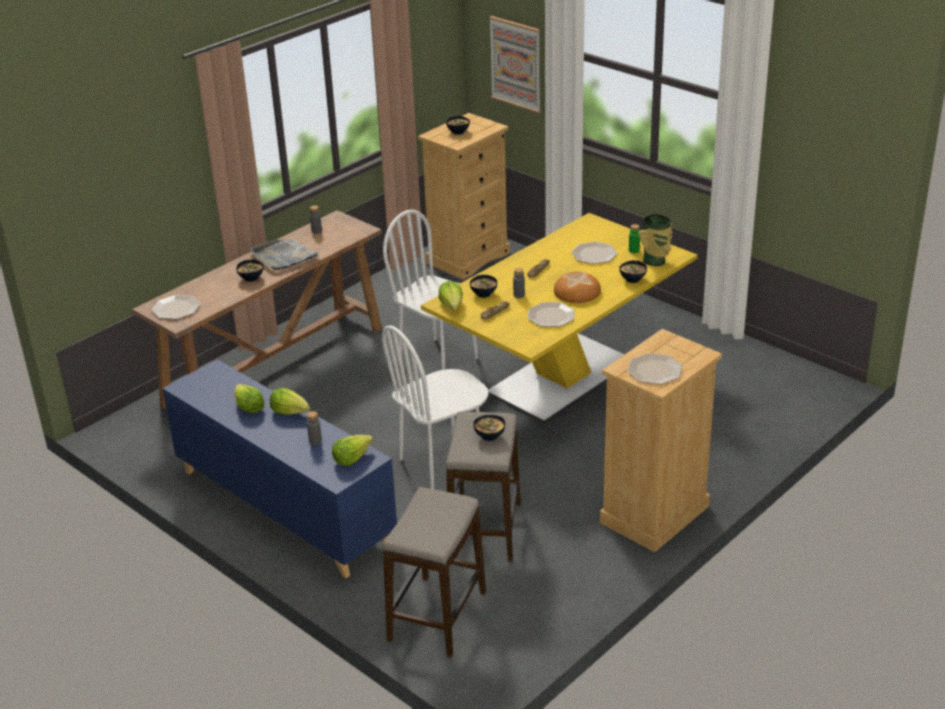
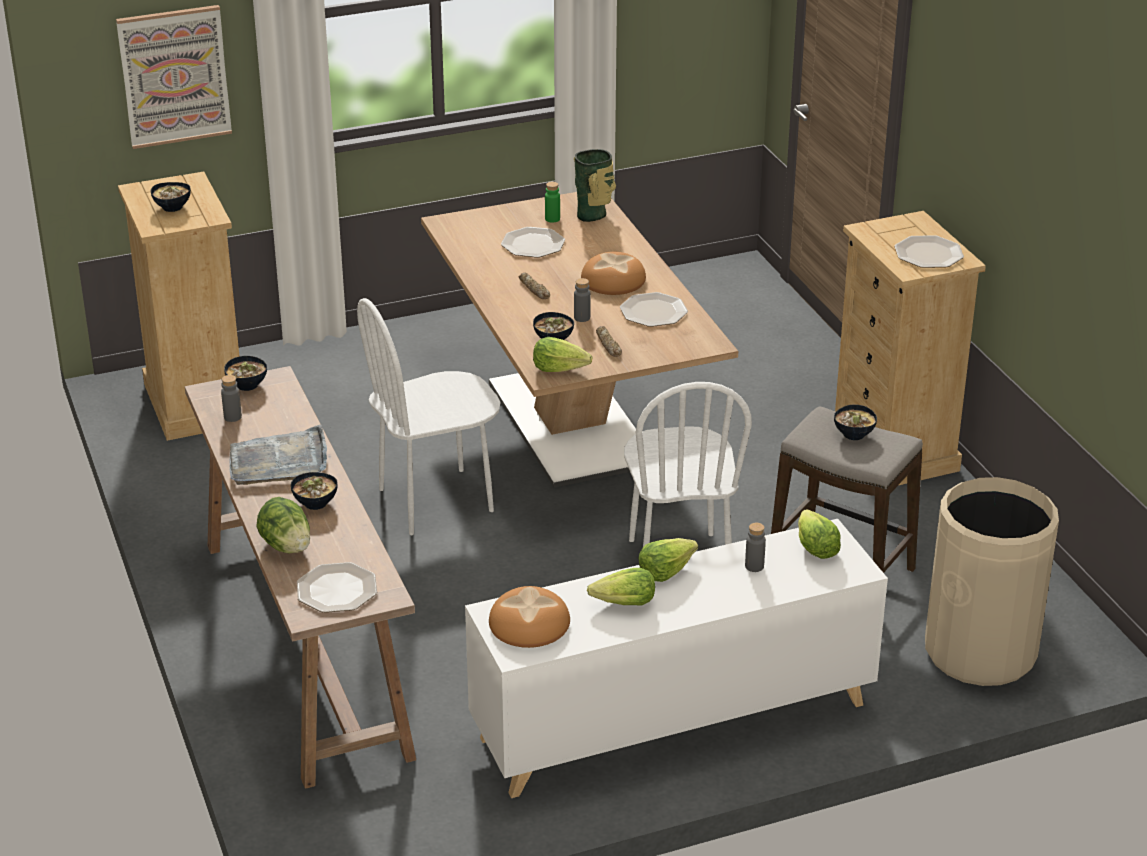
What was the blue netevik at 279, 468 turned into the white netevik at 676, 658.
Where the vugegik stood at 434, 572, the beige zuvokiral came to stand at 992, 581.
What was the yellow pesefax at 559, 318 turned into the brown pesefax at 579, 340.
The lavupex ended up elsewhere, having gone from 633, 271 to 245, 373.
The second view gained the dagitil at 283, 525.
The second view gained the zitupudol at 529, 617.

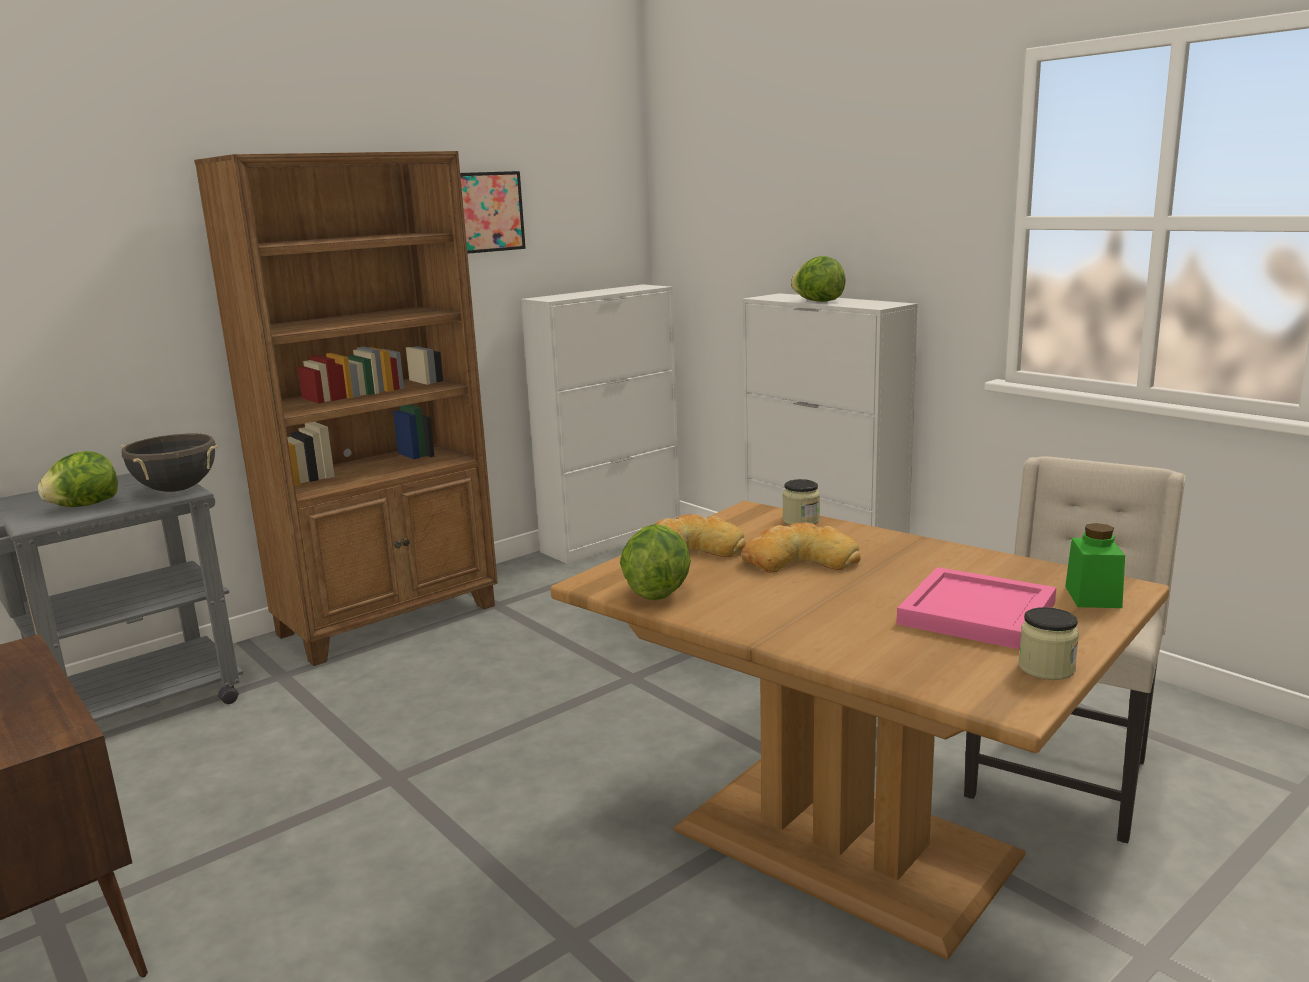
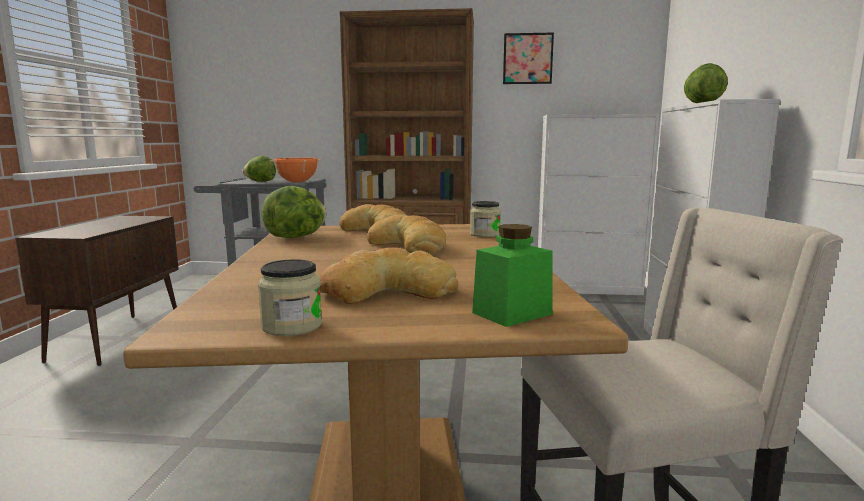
What was the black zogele at 169, 462 turned into the orange zogele at 295, 170.
Where the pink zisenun stood at 976, 608, the zitupudol came to stand at 388, 275.

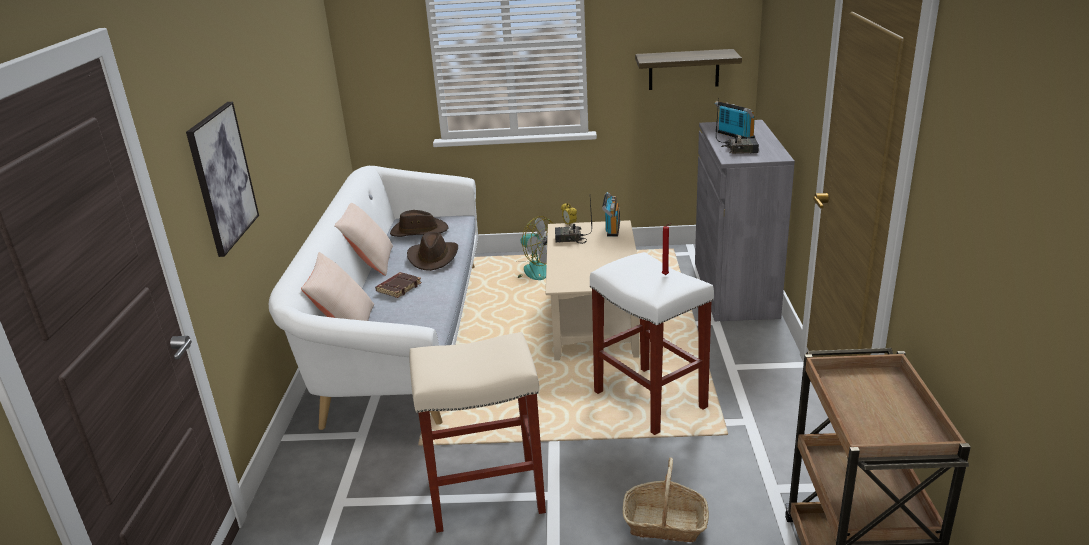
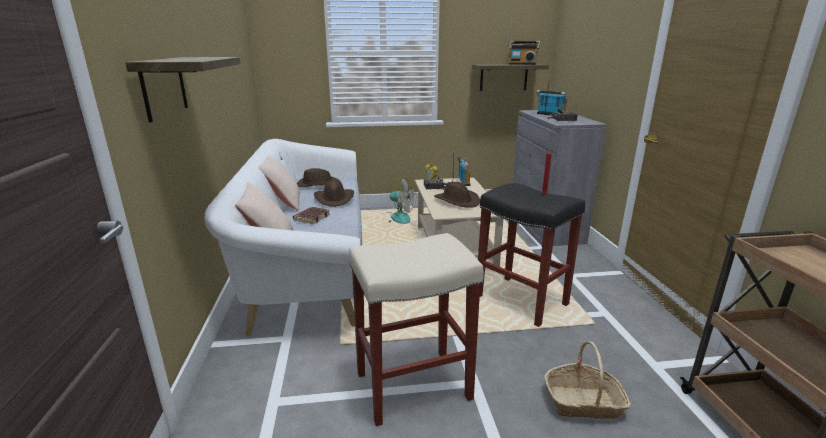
Where the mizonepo hung at 222, 179, the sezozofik came to hang at 182, 89.
What was the white vugegik at 652, 343 turned into the black vugegik at 531, 255.
The second view gained the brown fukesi at 457, 195.
The second view gained the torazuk at 524, 53.

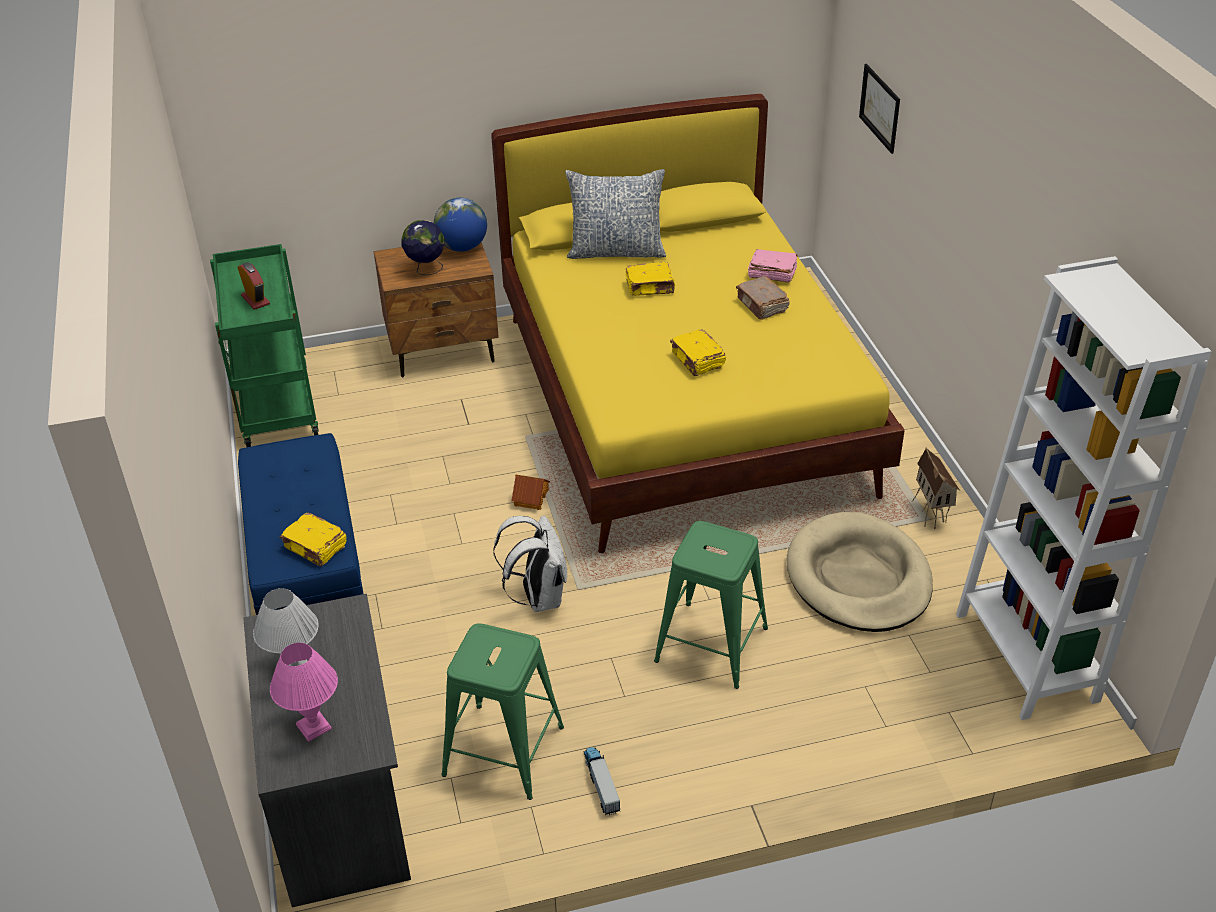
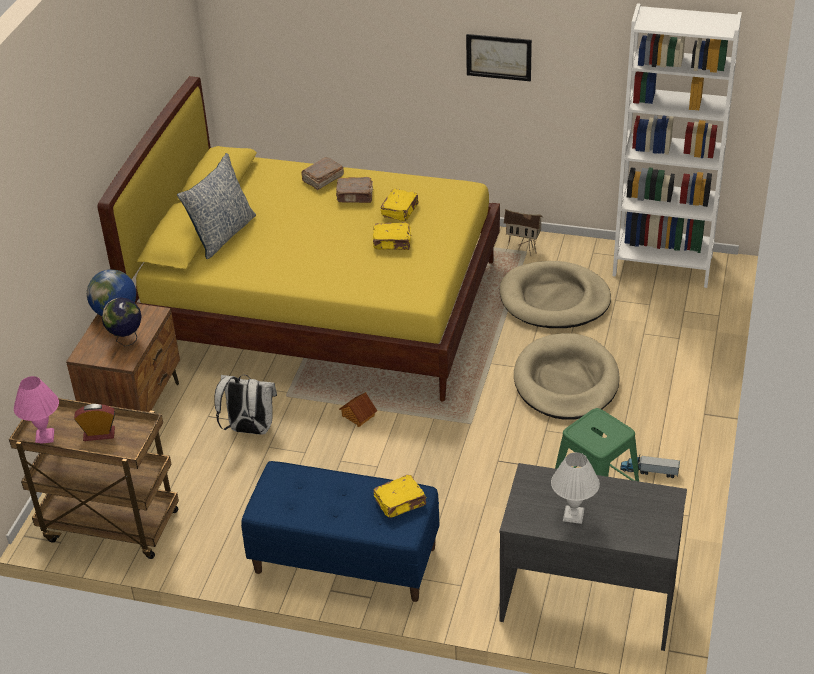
What was the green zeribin at 264, 345 turned into the brown zeribin at 94, 478.
The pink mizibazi ended up elsewhere, having gone from 304, 692 to 36, 410.
The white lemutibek ended up elsewhere, having gone from 530, 564 to 246, 405.
The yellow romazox ended up elsewhere, having gone from 650, 279 to 399, 205.
Where the green vugegik stood at 711, 605, the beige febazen came to stand at 567, 376.
What was the pink romazox at 773, 265 turned into the brown romazox at 322, 173.
The mizonepo ended up elsewhere, having gone from 879, 109 to 499, 57.

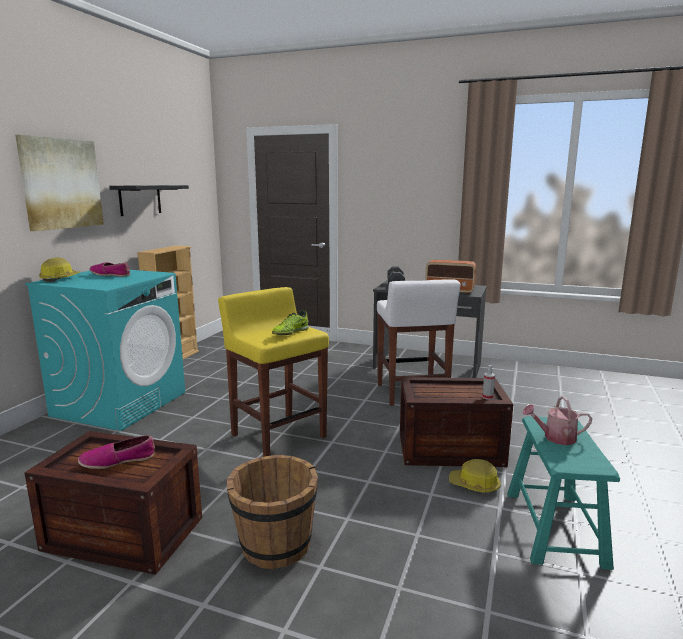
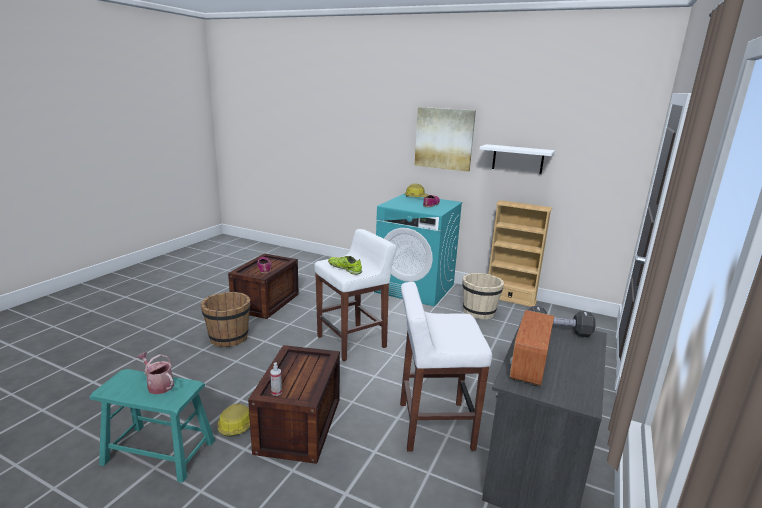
What was the black sezozofik at 149, 200 turned into the white sezozofik at 517, 159.
What was the yellow vugegik at 273, 372 turned into the white vugegik at 355, 295.
The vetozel at 557, 420 ended up facing another way, 60 degrees counterclockwise from before.
The second view gained the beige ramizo at 483, 296.

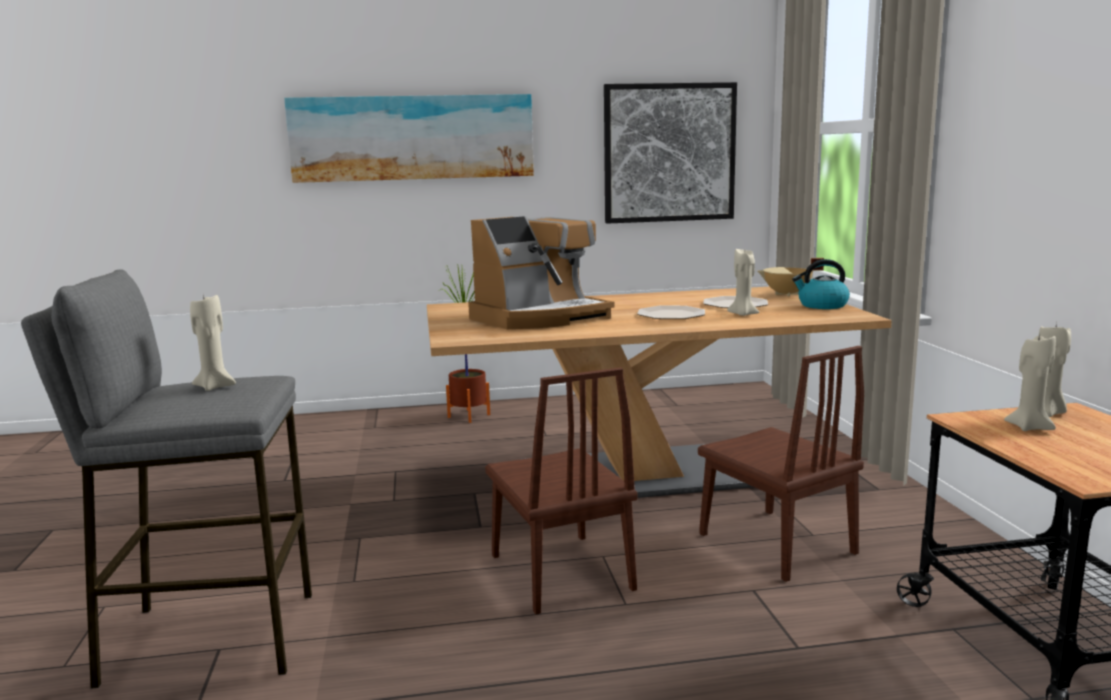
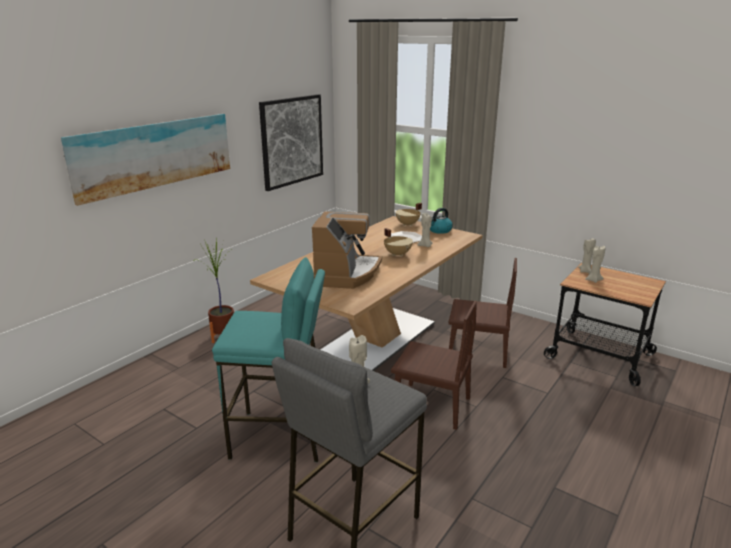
Where the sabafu stood at 671, 312, the beige zogele came to stand at 398, 242.
The second view gained the turquoise vugegik at 268, 359.

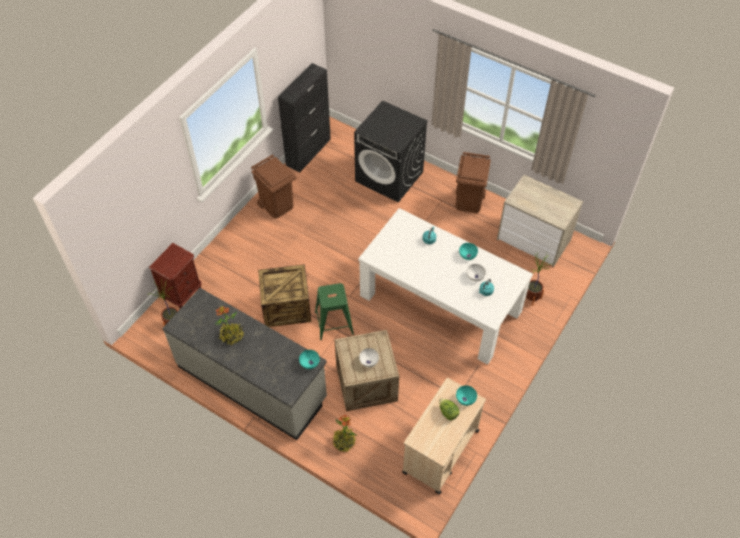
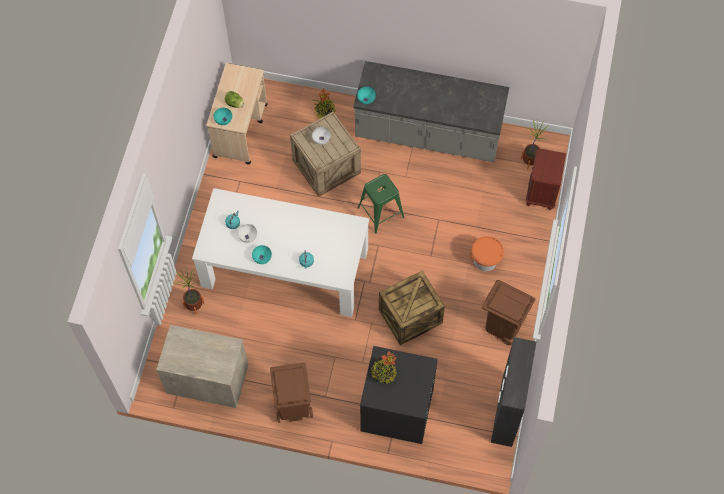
The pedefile ended up elsewhere, having gone from 229, 325 to 384, 367.
The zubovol ended up elsewhere, having gone from 284, 295 to 412, 308.
The second view gained the orange ramizo at 486, 253.

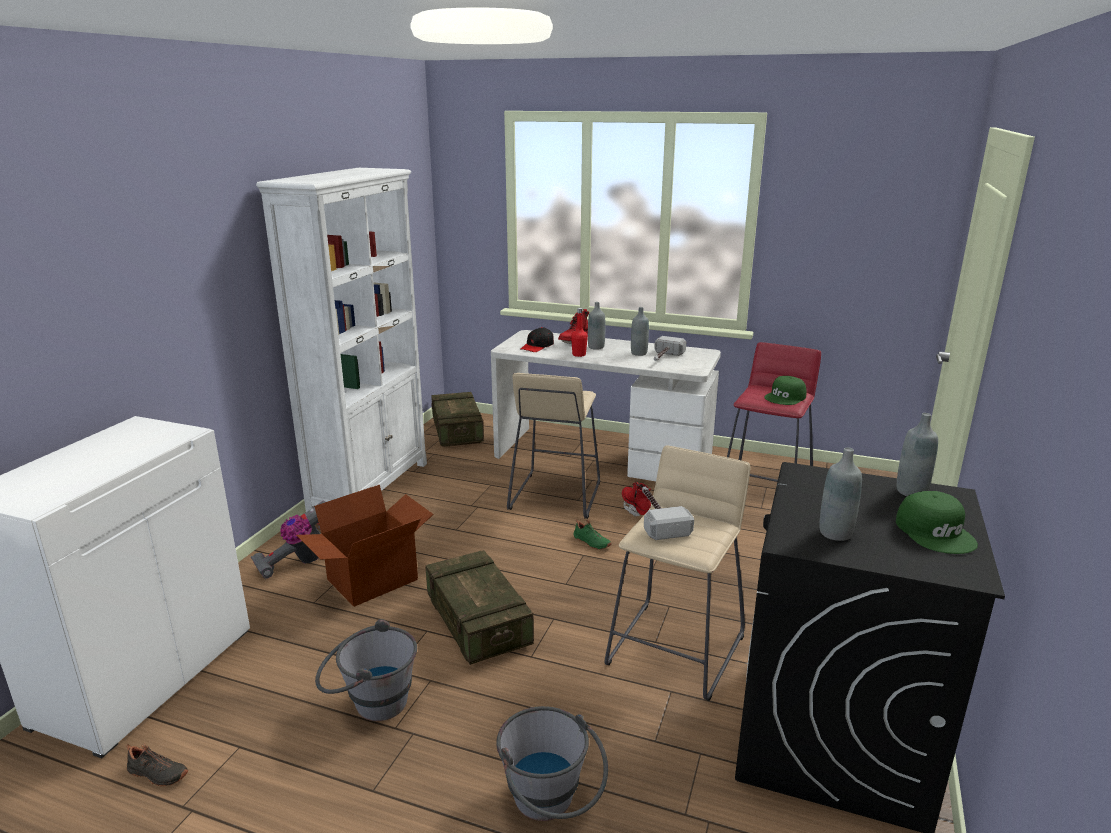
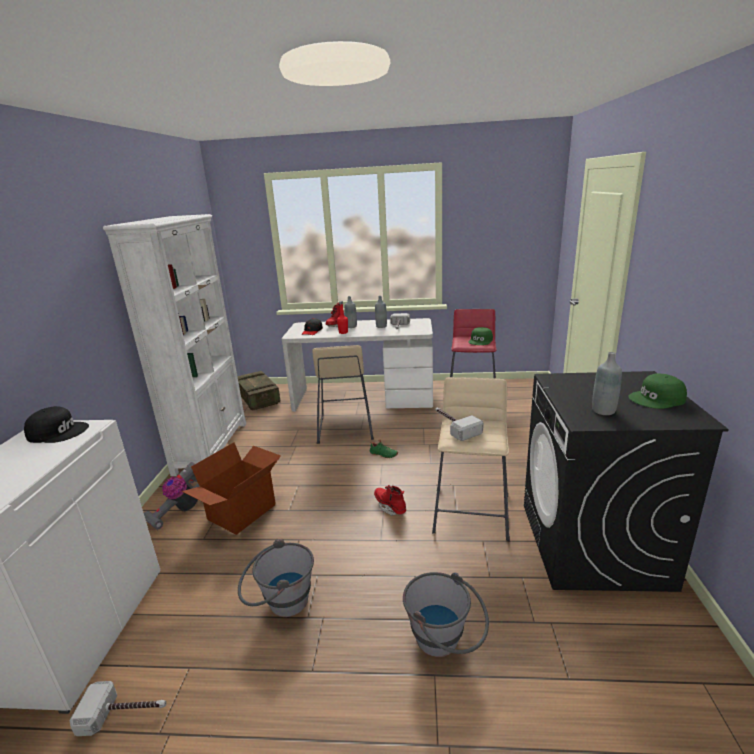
Where the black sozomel stood at 157, 765, the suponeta came to stand at 117, 708.
The second view lost the zubovol at 480, 607.
The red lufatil ended up elsewhere, having gone from 636, 499 to 390, 500.
The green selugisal at 937, 522 ended up facing another way, 105 degrees clockwise from before.
The second view lost the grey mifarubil at 917, 454.
The second view gained the black selugisal at 56, 424.

